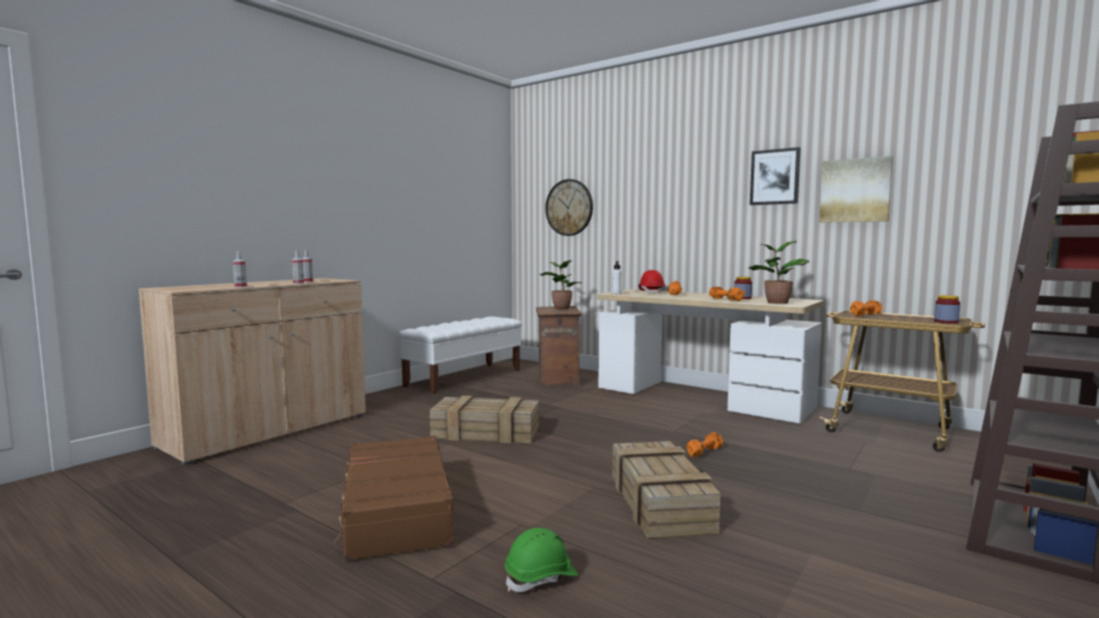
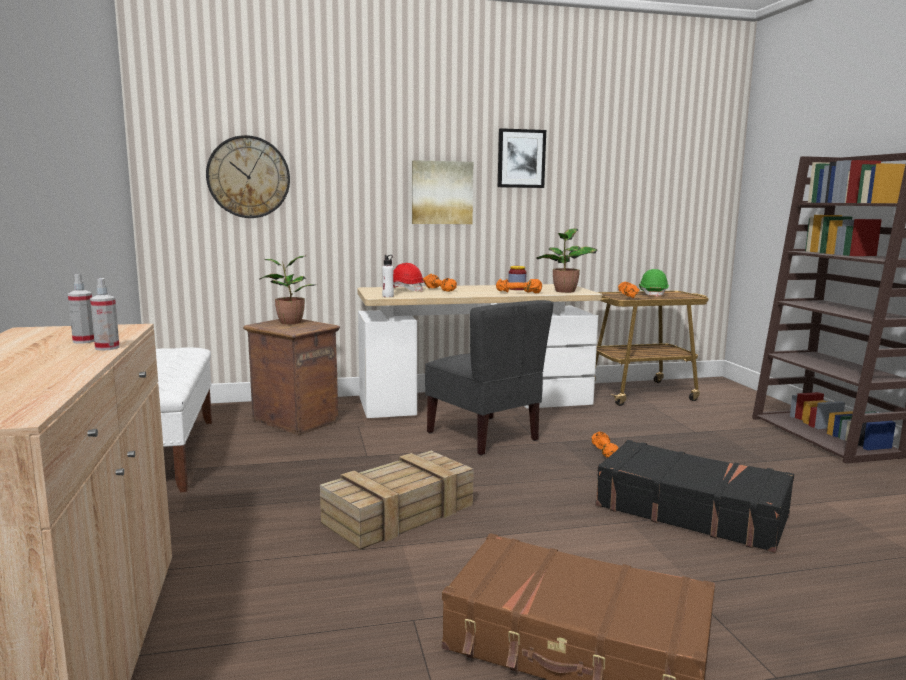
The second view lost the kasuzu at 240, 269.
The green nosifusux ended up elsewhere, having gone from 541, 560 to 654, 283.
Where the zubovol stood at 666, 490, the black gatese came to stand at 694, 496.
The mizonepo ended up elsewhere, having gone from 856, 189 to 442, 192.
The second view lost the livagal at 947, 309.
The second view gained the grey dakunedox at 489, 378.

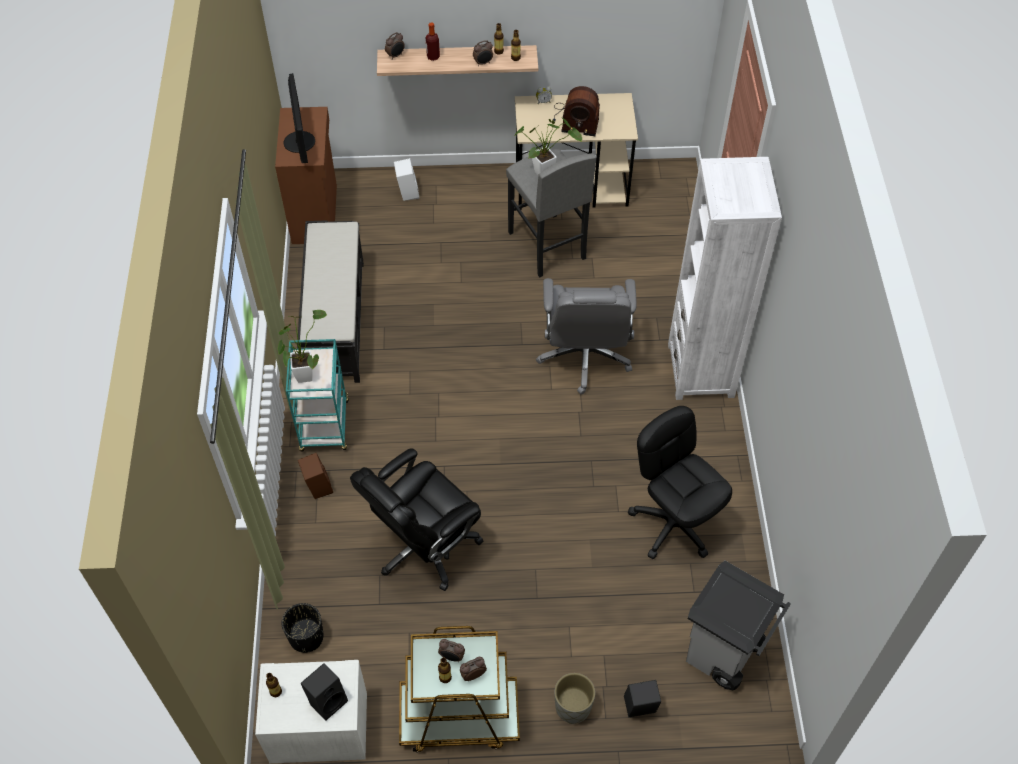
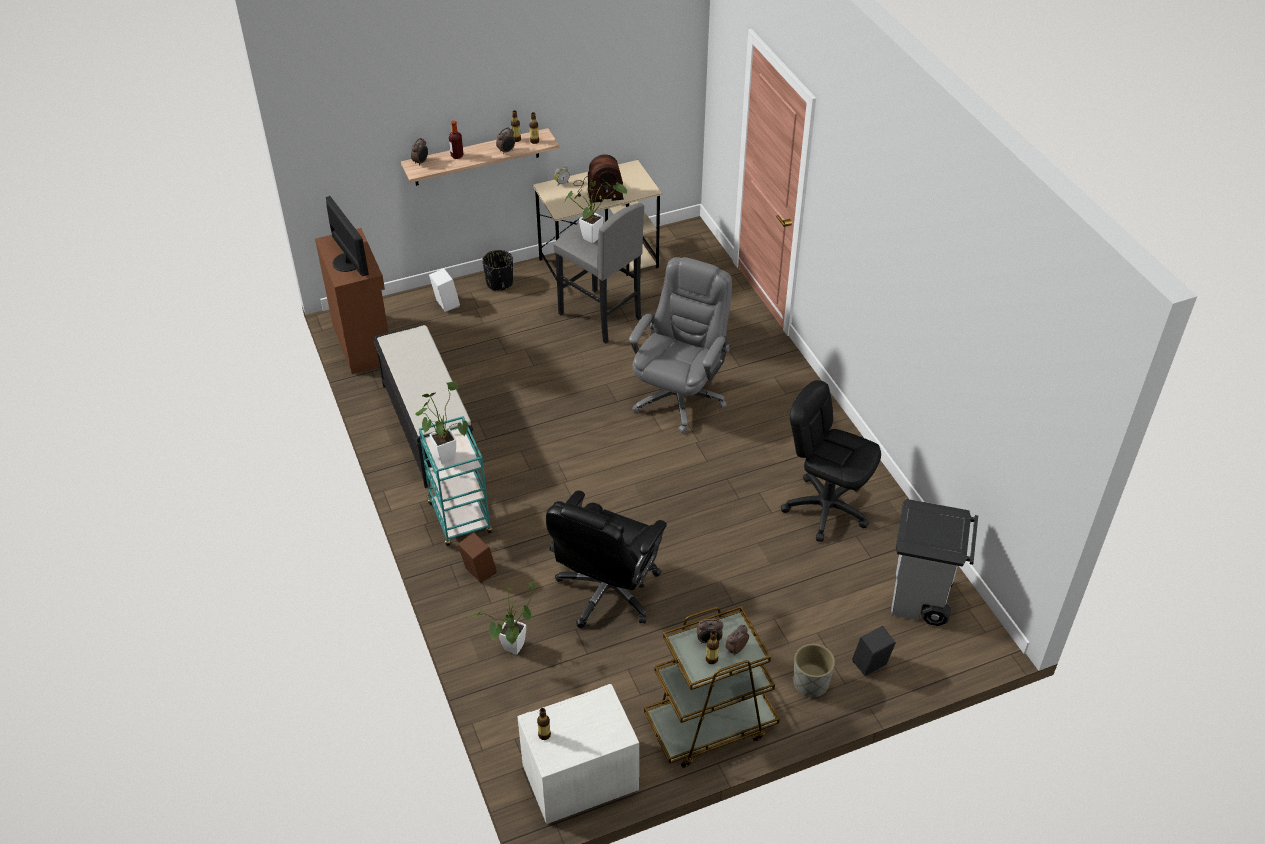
The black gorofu ended up elsewhere, having gone from 303, 628 to 497, 270.
The second view lost the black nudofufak at 324, 691.
The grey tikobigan at 586, 336 ended up facing another way, 135 degrees counterclockwise from before.
The second view lost the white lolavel at 725, 278.
The second view gained the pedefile at 501, 618.

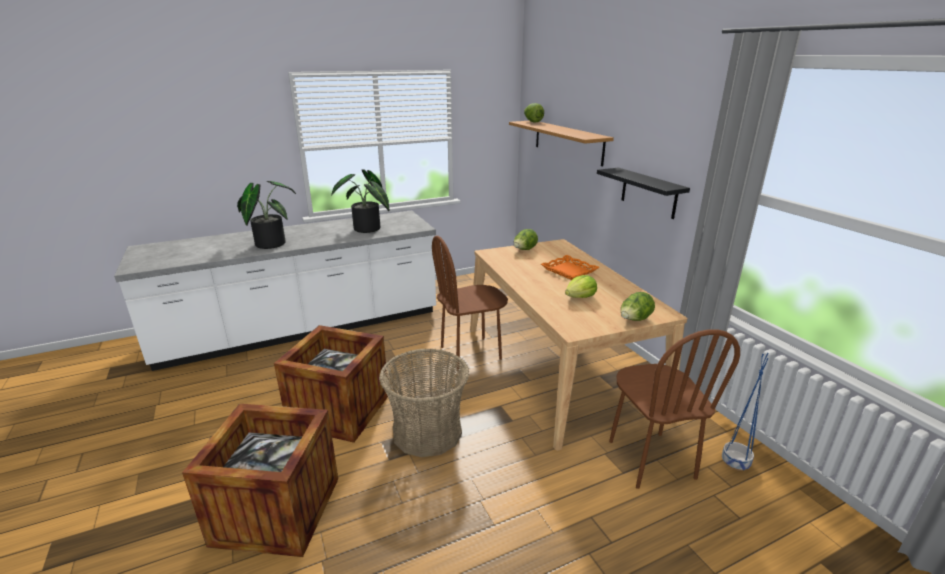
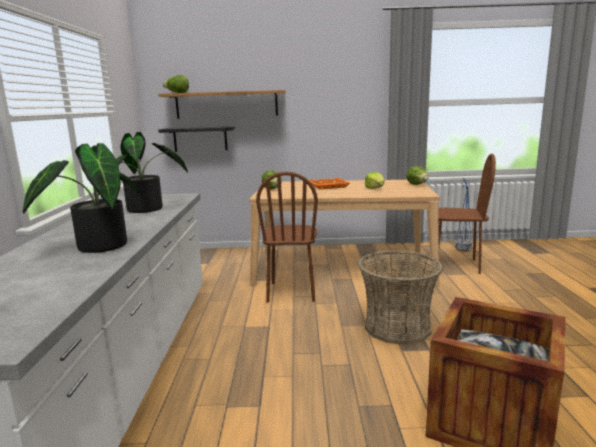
The second view lost the zubovol at 331, 384.
The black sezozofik ended up elsewhere, having gone from 643, 193 to 196, 139.

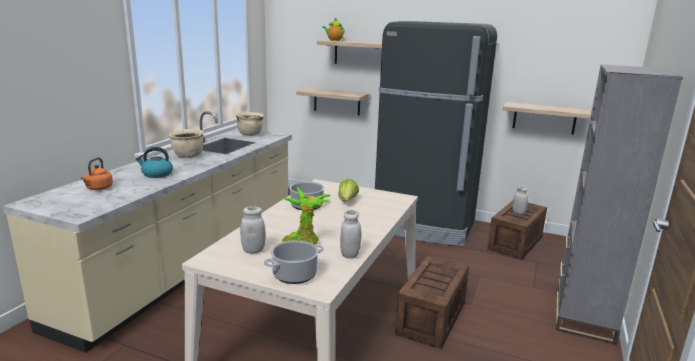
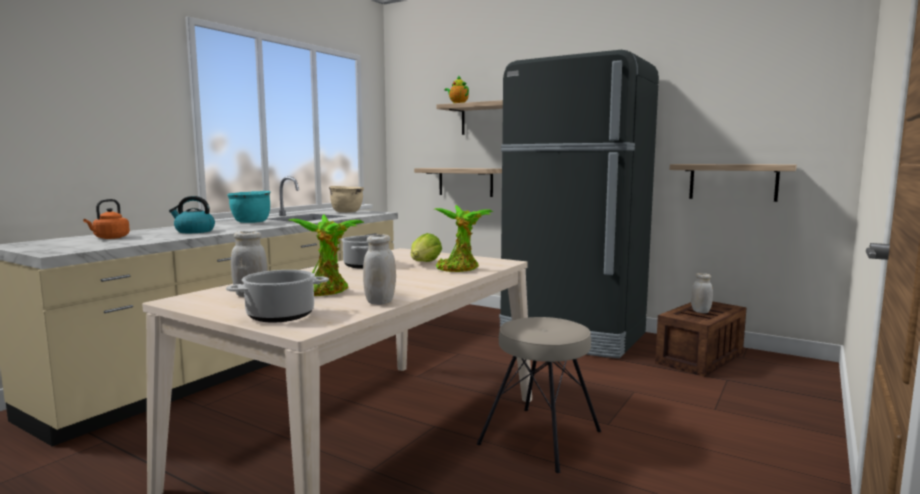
What was the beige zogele at 186, 143 turned into the turquoise zogele at 249, 207.
Where the zubovol stood at 432, 302, the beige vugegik came to stand at 539, 395.
The second view lost the grey lolavel at 619, 204.
The second view gained the pedefile at 464, 238.

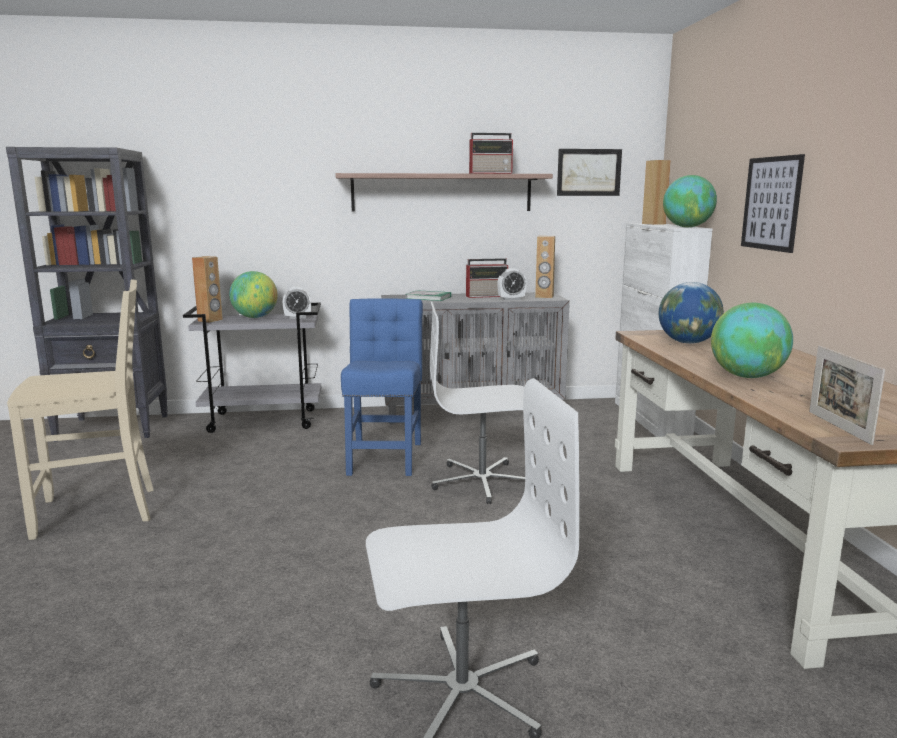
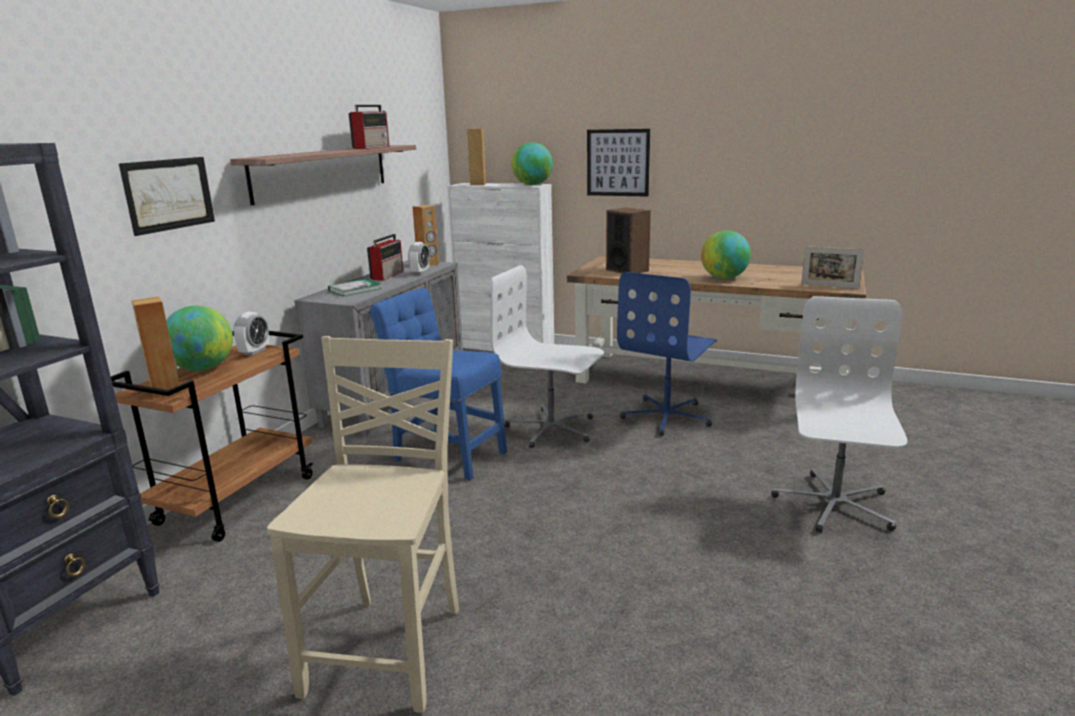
What was the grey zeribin at 252, 368 turned into the brown zeribin at 212, 436.
The white tikobigan at 482, 402 ended up facing another way, 90 degrees clockwise from before.
The mizonepo ended up elsewhere, having gone from 589, 172 to 167, 196.
Where the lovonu stood at 691, 313, the nudofufak came to stand at 628, 240.
The second view gained the blue tikobigan at 667, 354.

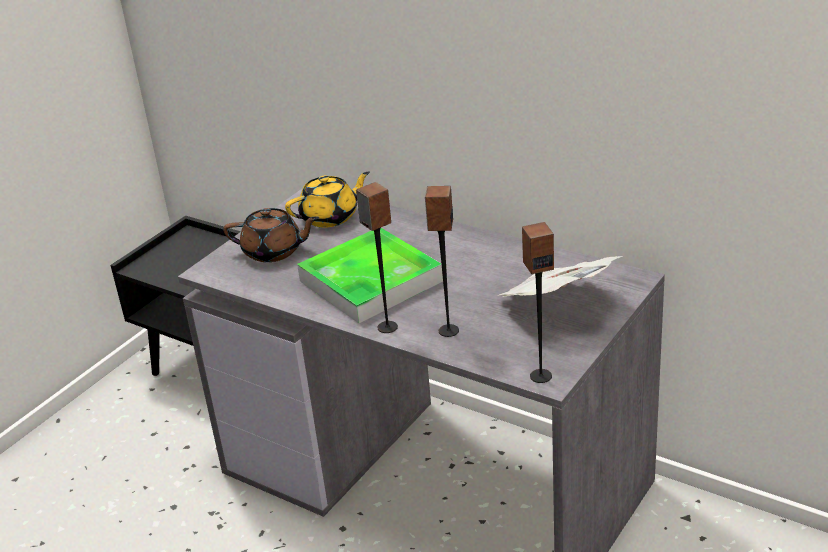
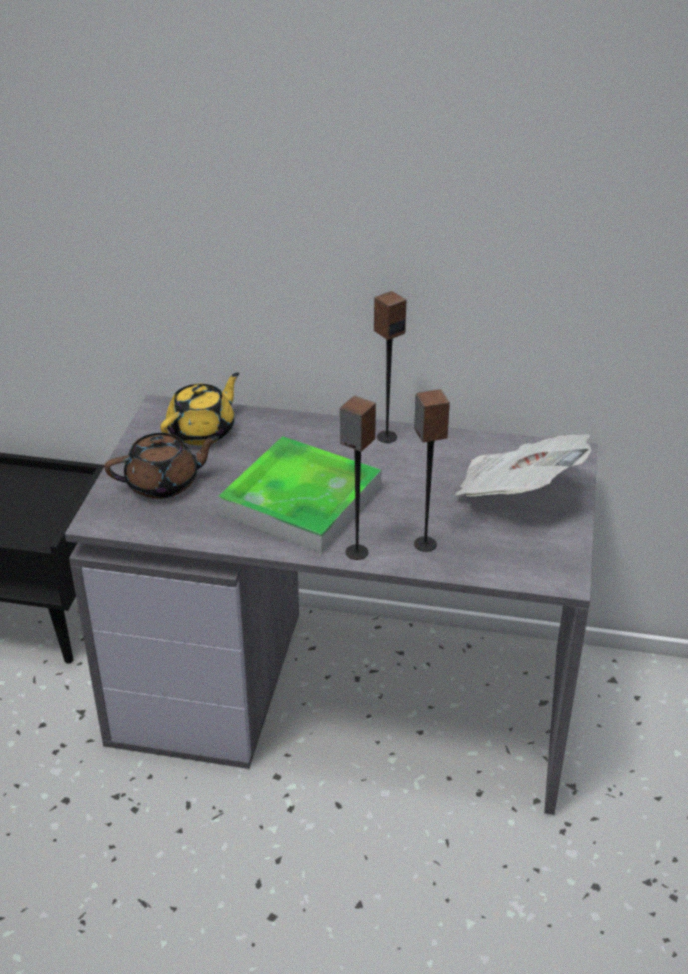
The nudofufak ended up elsewhere, having gone from 538, 302 to 390, 367.

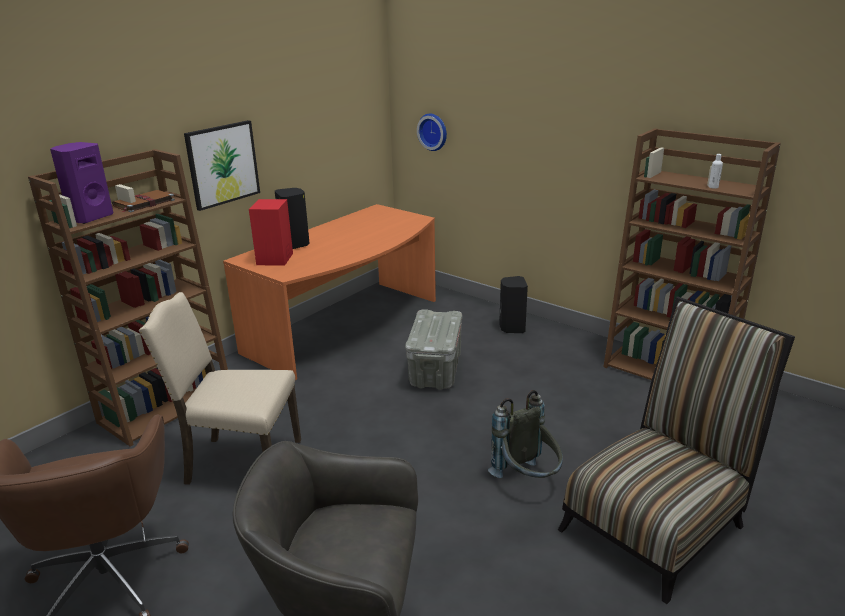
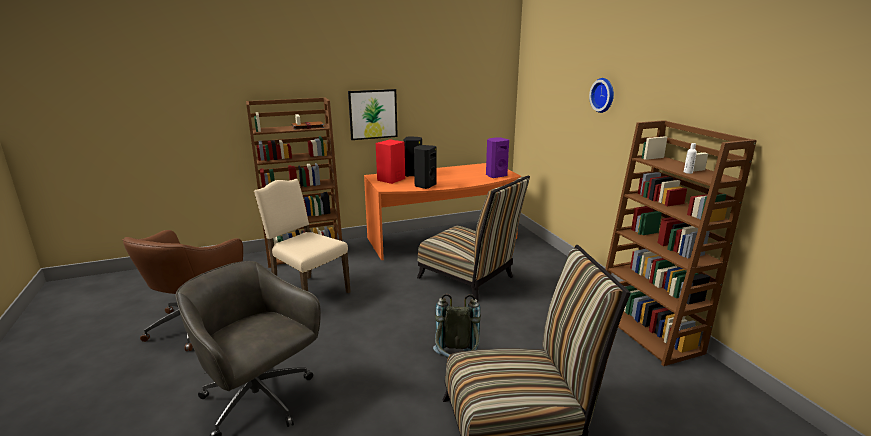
The purple nudofufak ended up elsewhere, having gone from 81, 183 to 497, 158.
Where the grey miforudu stood at 433, 349, the dakunedox came to stand at 473, 239.
The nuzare ended up elsewhere, having gone from 432, 132 to 601, 95.
The black nudofufak ended up elsewhere, having gone from 513, 304 to 425, 167.

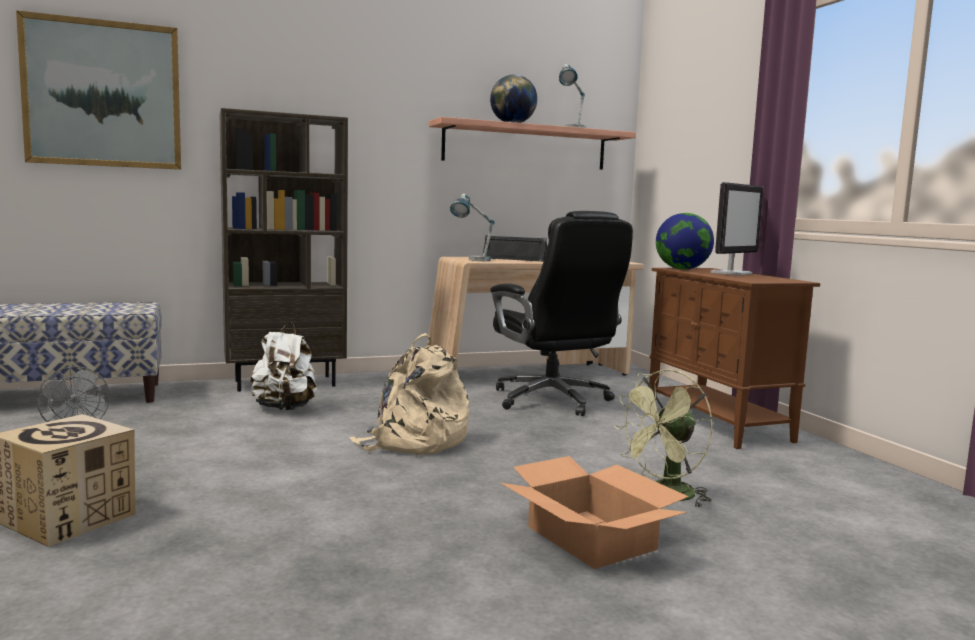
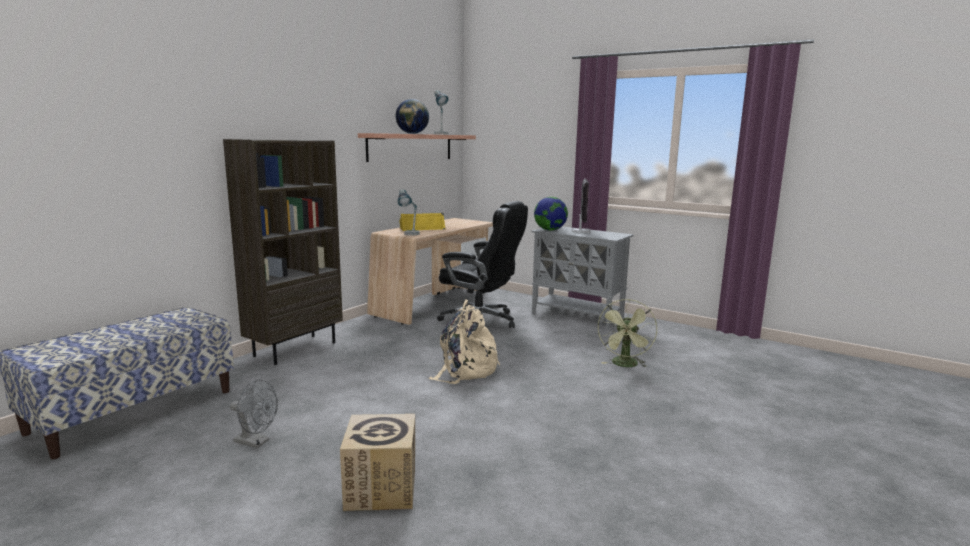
The second view lost the mizonepo at 98, 90.
The second view lost the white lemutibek at 284, 366.
What was the black nudofufak at 515, 248 turned into the yellow nudofufak at 422, 222.
The second view lost the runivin at 595, 512.
What was the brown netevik at 734, 358 turned into the grey netevik at 583, 278.

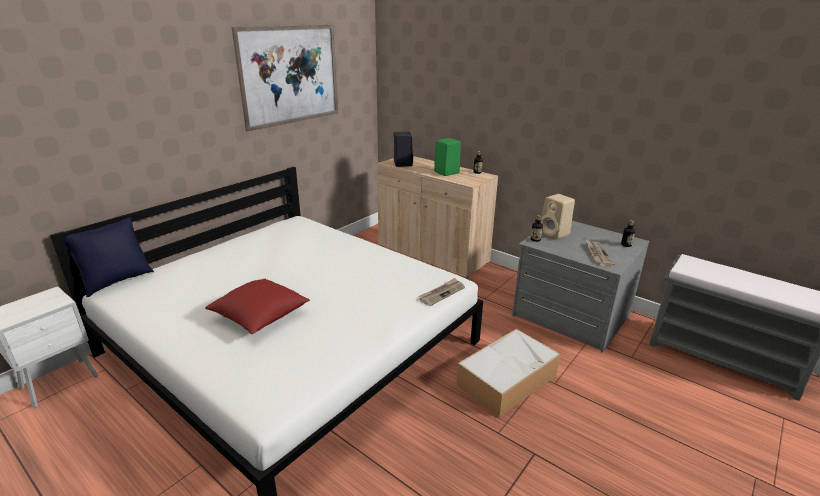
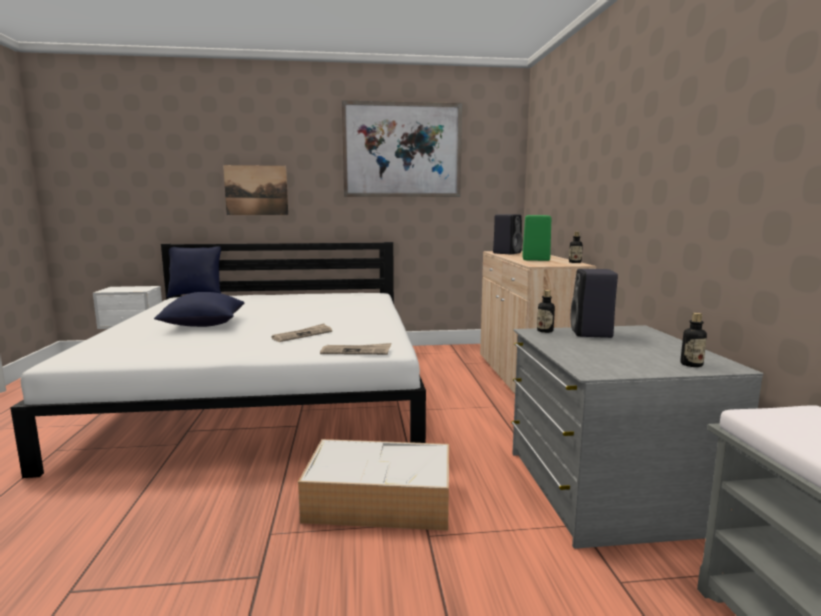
What was the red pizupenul at 257, 306 turned into the blue pizupenul at 199, 309.
What was the beige nudofufak at 558, 216 turned into the black nudofufak at 594, 303.
The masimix ended up elsewhere, having gone from 600, 253 to 301, 332.
The second view gained the mizonepo at 256, 190.

